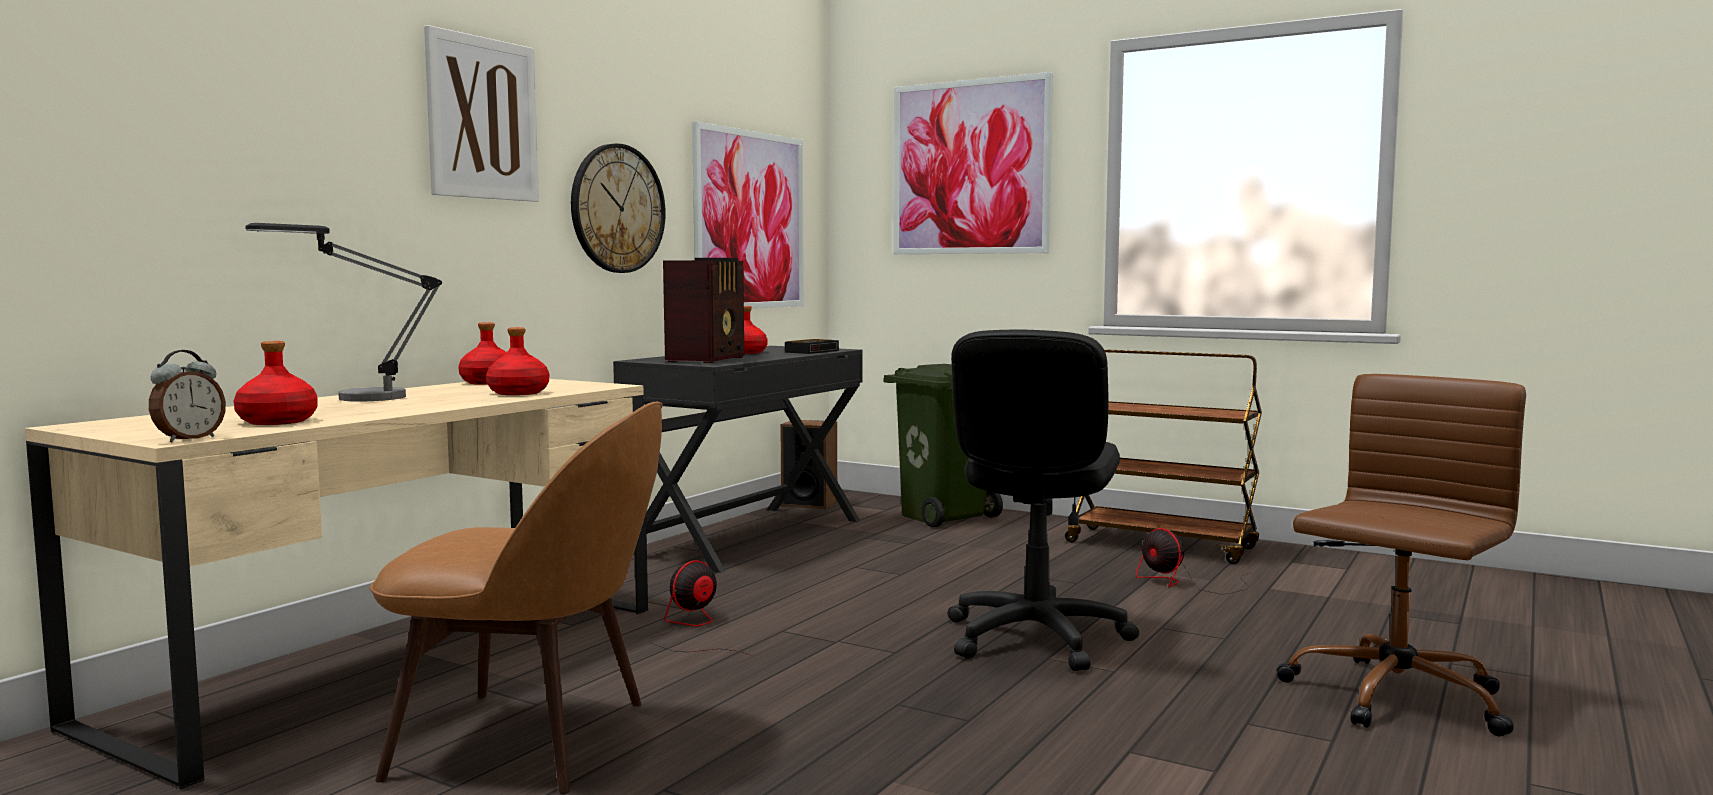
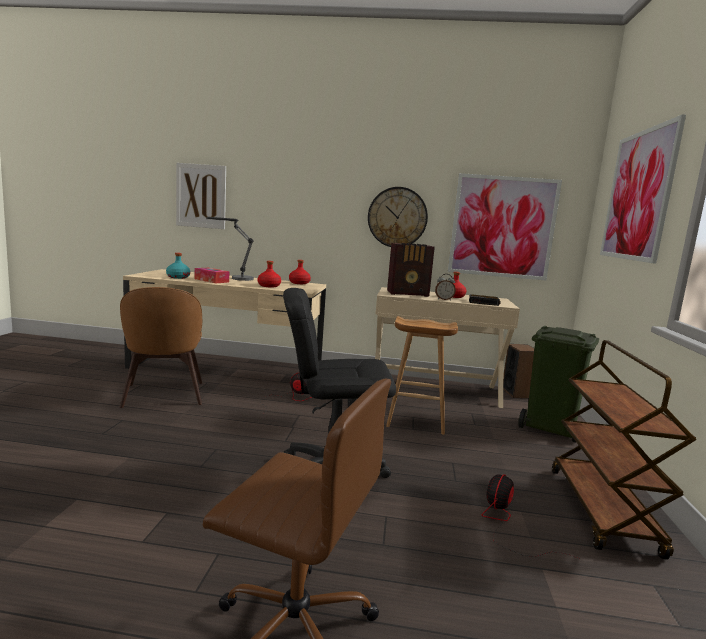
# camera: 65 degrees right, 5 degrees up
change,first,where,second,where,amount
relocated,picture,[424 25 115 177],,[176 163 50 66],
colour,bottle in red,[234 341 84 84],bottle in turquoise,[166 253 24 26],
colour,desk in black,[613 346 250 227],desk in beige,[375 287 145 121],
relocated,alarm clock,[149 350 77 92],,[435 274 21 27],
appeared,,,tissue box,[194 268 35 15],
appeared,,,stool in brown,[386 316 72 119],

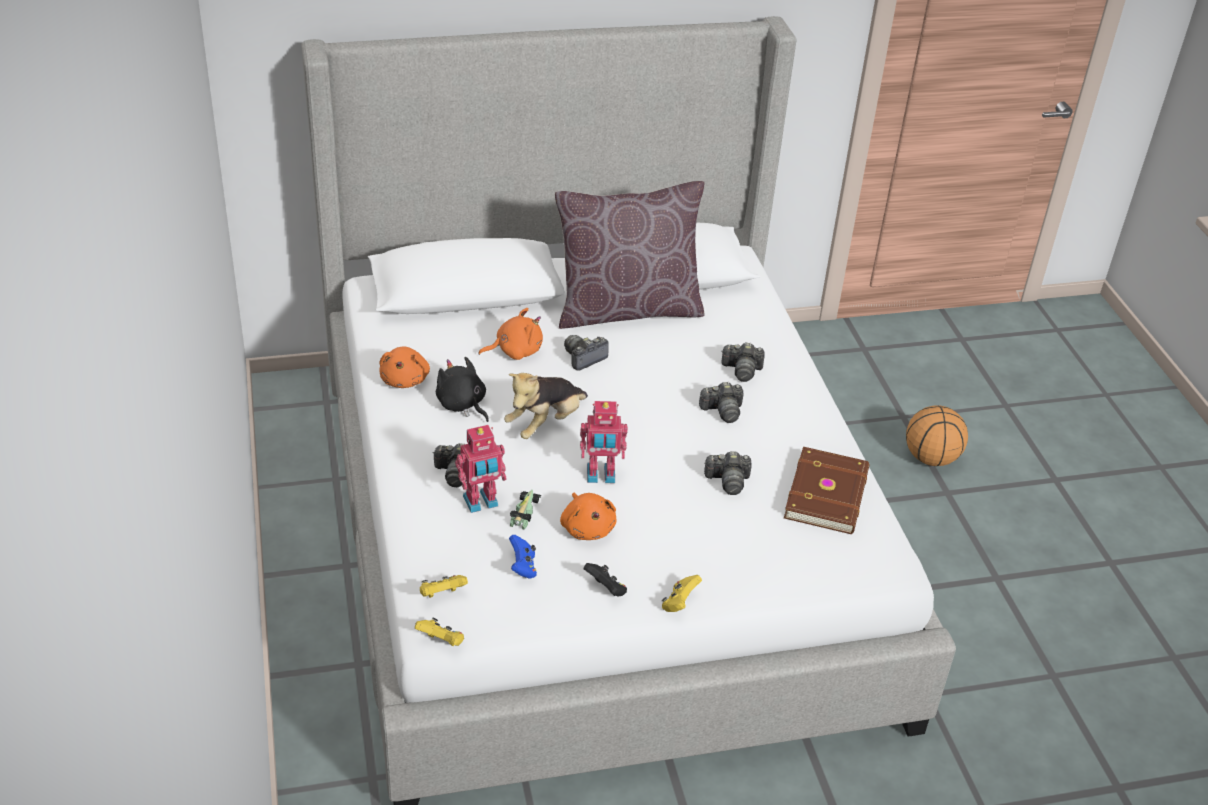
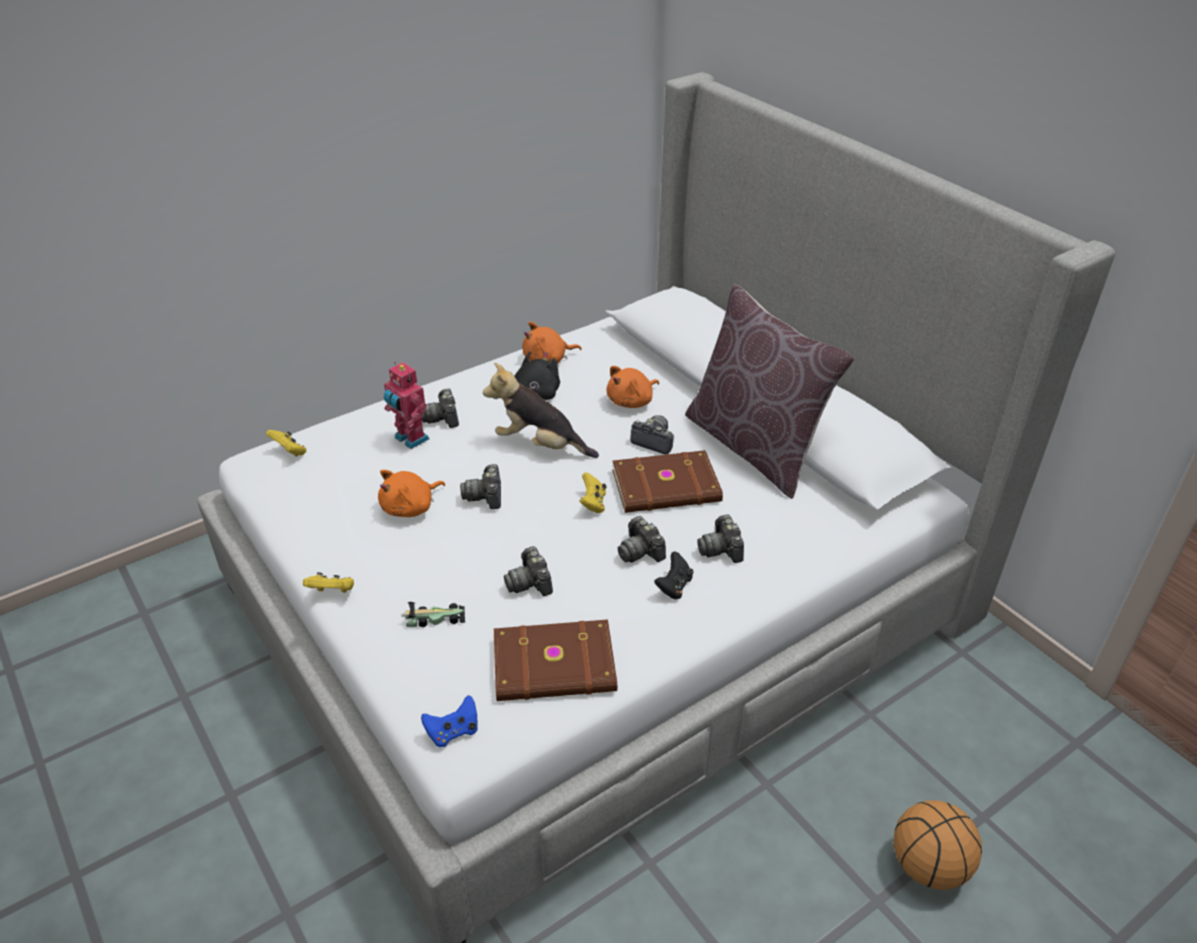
# camera: 70 degrees right, 0 degrees up
change,first,where,second,where,amount
spun,plush toy in orange,[478 308 65 52],,[606 366 53 42],90 degrees clockwise
exchanged,toy robot,[580 401 48 82],photo camera,[460 464 41 45],
relocated,toy car,[510 490 31 40],,[402 602 63 25],
relocated,game controller in blue,[509 535 28 43],,[421 695 57 52],
relocated,game controller in black,[584 563 43 33],,[654 551 40 49],
relocated,game controller in yellow,[415 618 49 28],,[580 473 26 40],
appeared,,,book in brown,[612 450 111 63],

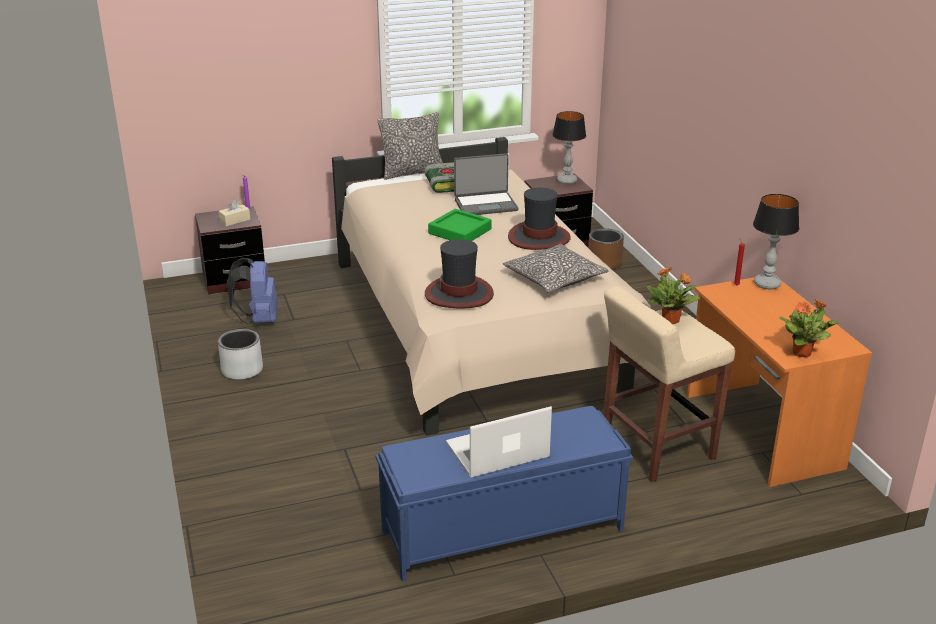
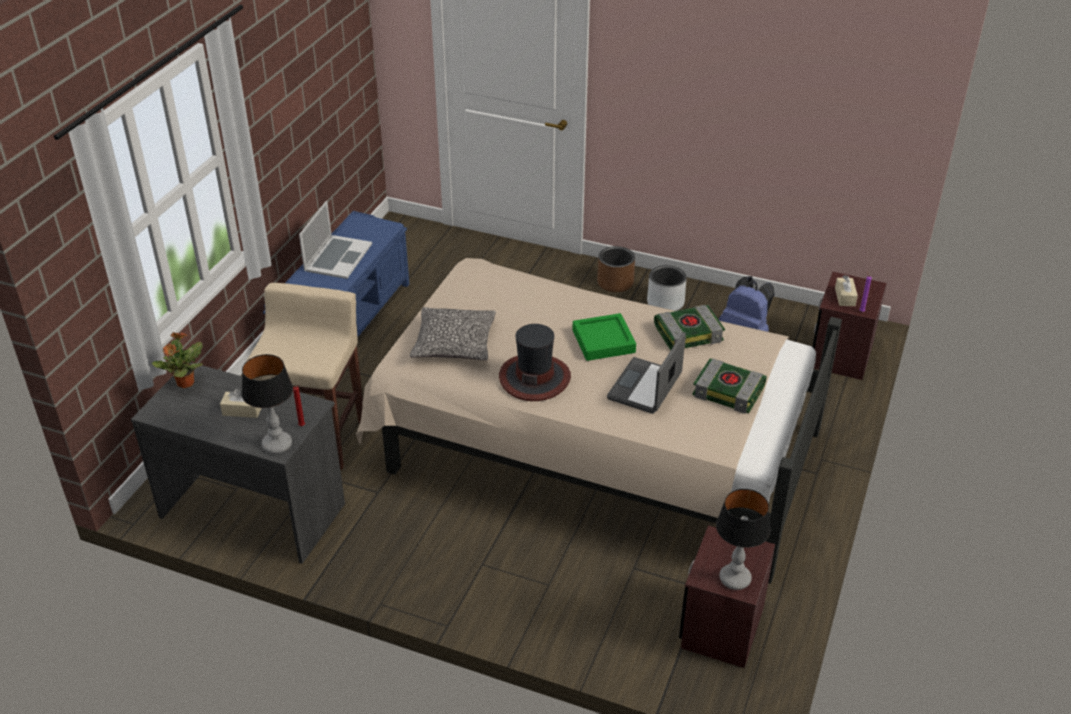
# camera: 130 degrees right, 10 degrees up
change,first,where,second,where,amount
missing,pillow,[378 112 65 68],,,
relocated,planter in brown,[588 228 36 41],,[597 246 38 46],
missing,hat,[425 239 69 69],,,
missing,potted plant,[647 267 53 57],,,
colour,desk in orange,[687 277 185 210],desk in grey,[131 362 214 202],
appeared,,,book,[654 305 71 45],
appeared,,,tissue box in beige,[220 388 41 30],

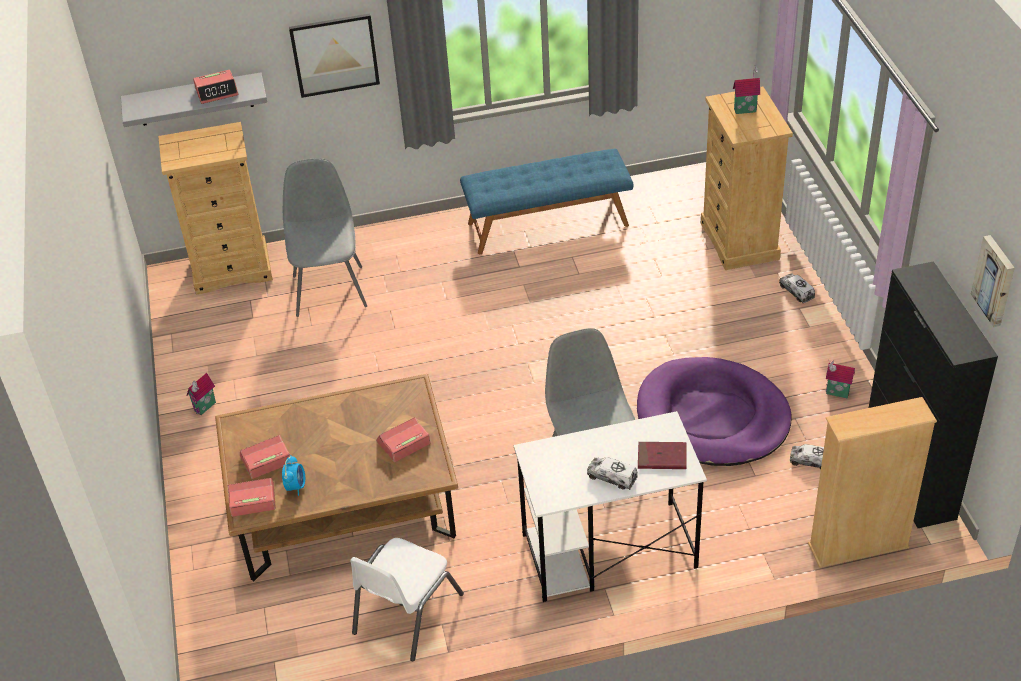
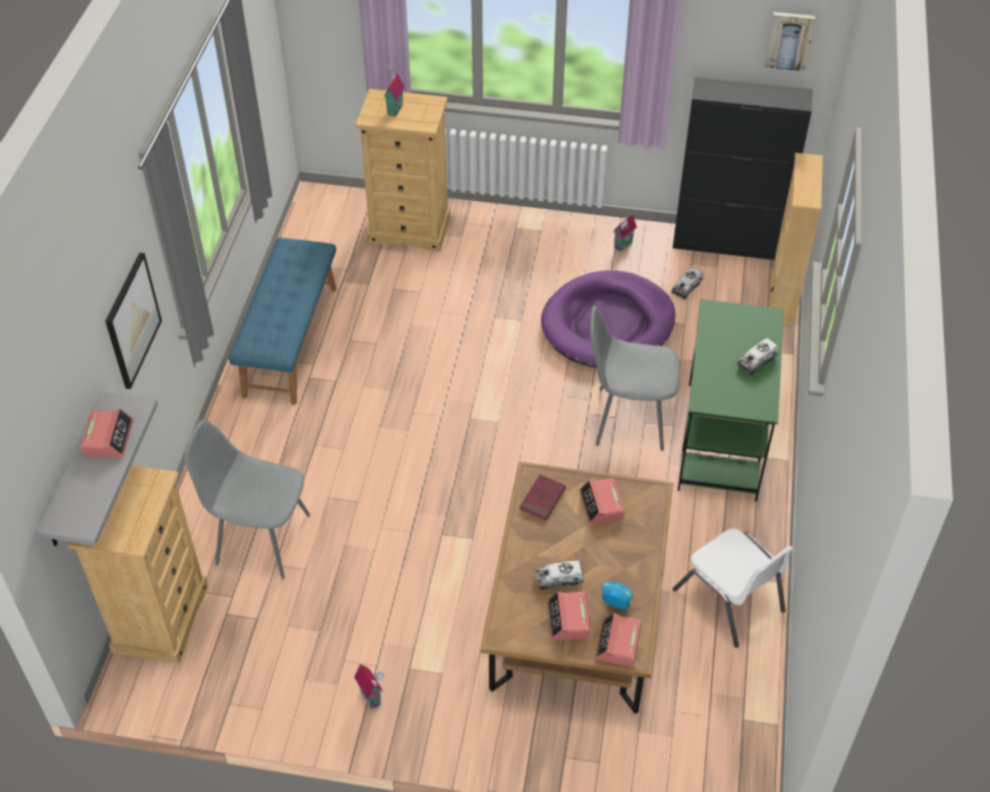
# camera: 70 degrees left, 5 degrees up
change,first,where,second,where,amount
relocated,toy truck,[779 274 36 29],,[535 560 49 30],
colour,desk in white,[514 411 193 191],desk in green,[678 299 106 202],
relocated,book in red,[638 442 48 27],,[519 474 47 46],

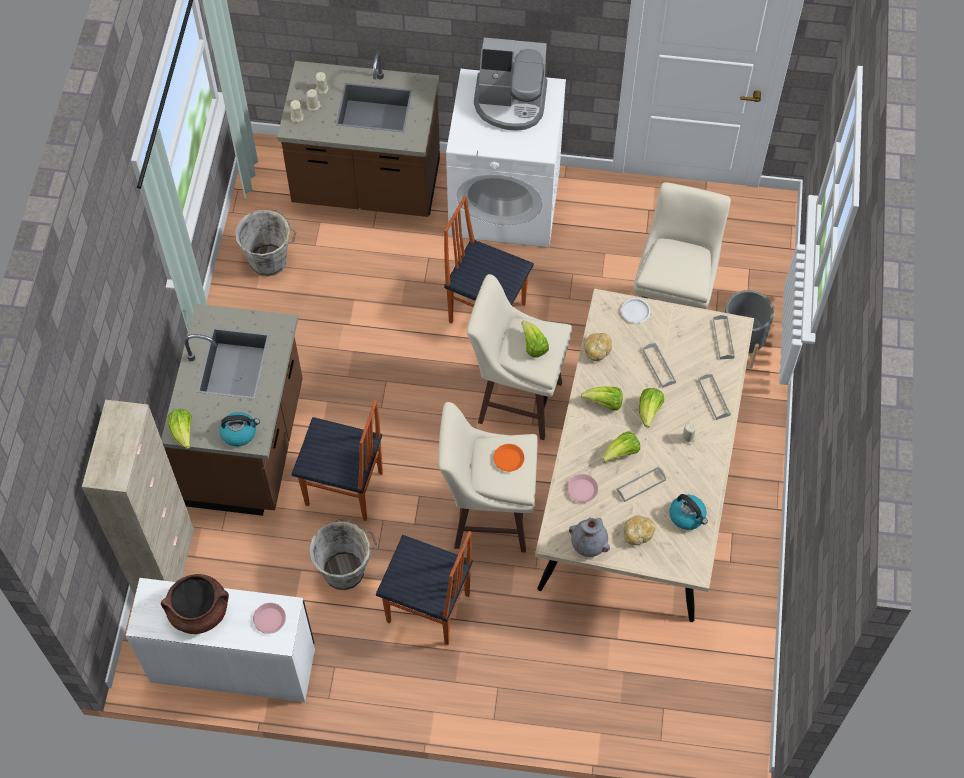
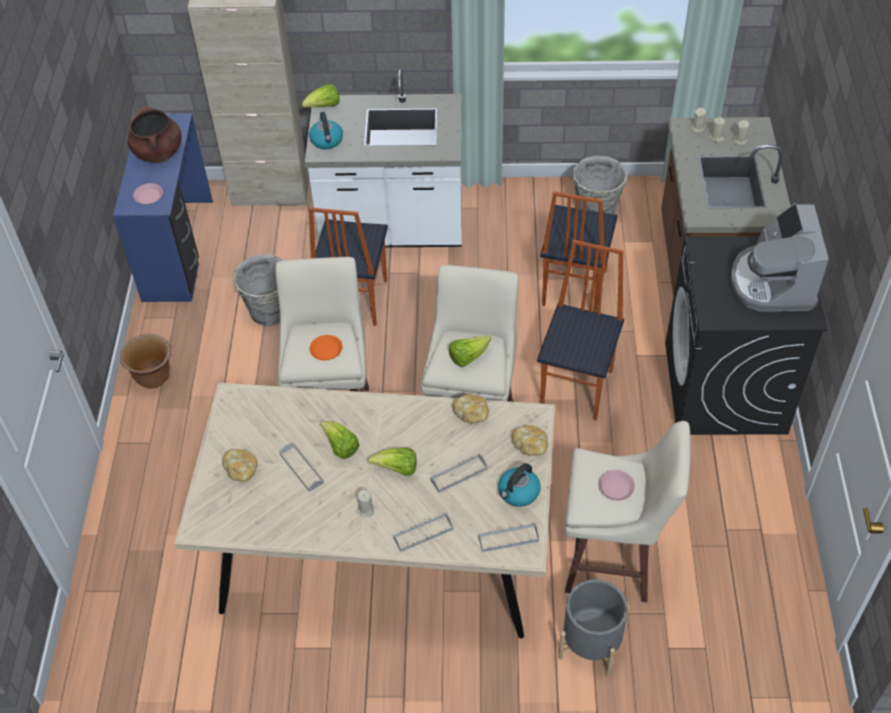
# camera: 85 degrees right, 10 degrees down
change,first,where,second,where,amount
colour,washing machine in white,[446 69 120 178],washing machine in black,[665 236 163 199],
exchanged,plate in white,[621 298 30 25],bread,[512 425 36 31],
colour,counter in brown,[161 304 142 212],counter in white,[305 69 157 178],
missing,lettuce,[581 387 42 24],,,
relocated,plate in pink,[567 474 31 28],,[598 470 37 31],
relocated,kettle,[669 494 39 36],,[498 463 42 44],
missing,vase in grey,[569 517 41 40],,,
relocated,chair,[376 531 97 114],,[540 192 78 120],
colour,desk in white,[125 578 190 124],desk in blue,[113 113 100 189],
appeared,,,planter in brown,[120 334 51 54],

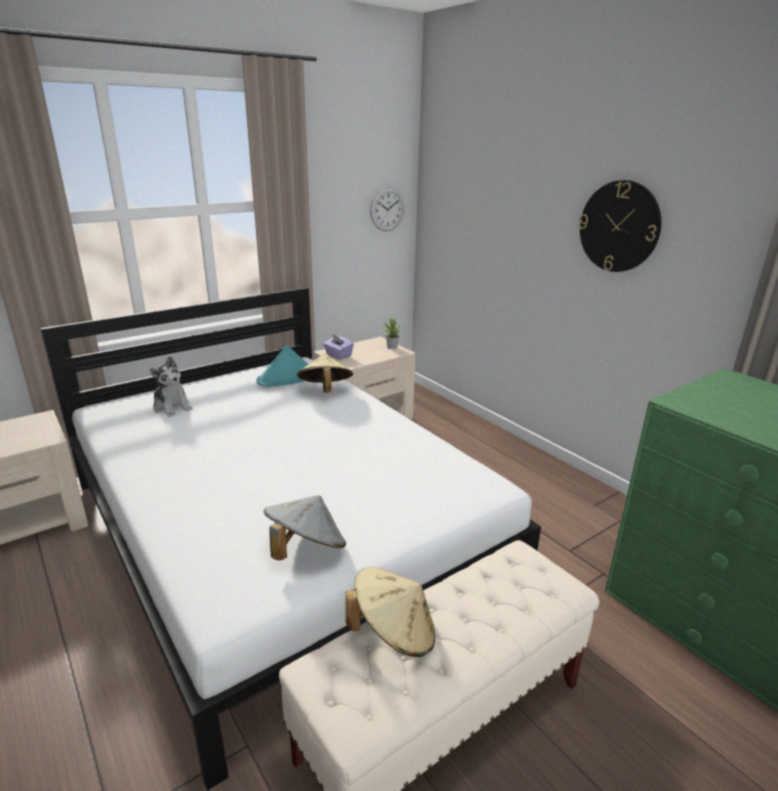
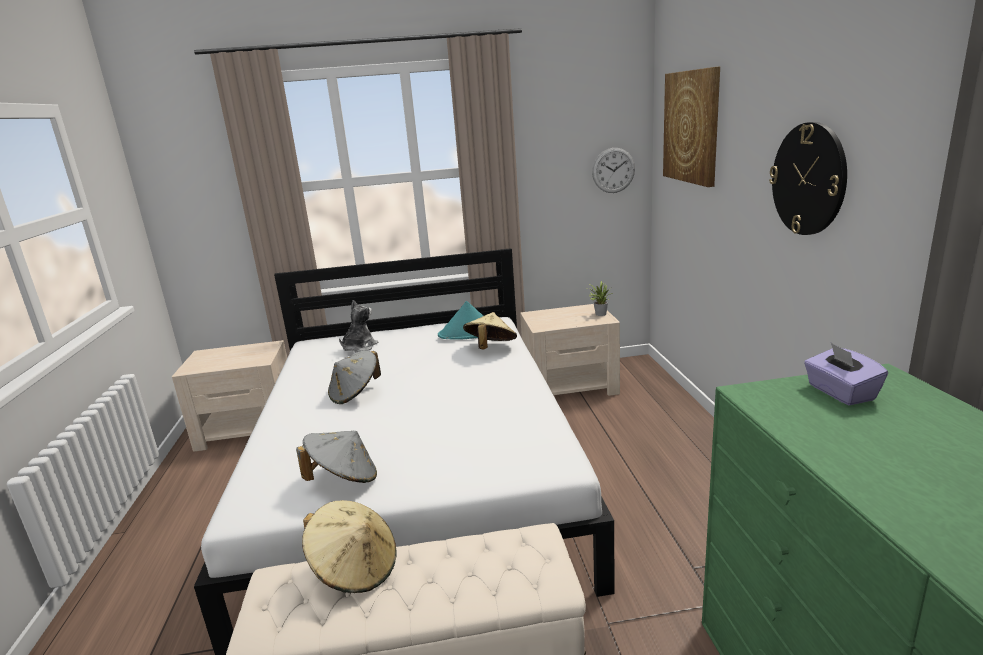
# camera: 30 degrees right, 5 degrees down
change,first,where,second,where,amount
relocated,tissue box in purple,[323 334 31 26],,[804 343 84 62],
spun,plush toy,[150 356 43 61],,[339 300 40 53],135 degrees counterclockwise
appeared,,,picture,[663 67 57 120],
appeared,,,hat in grey,[328 350 53 54],

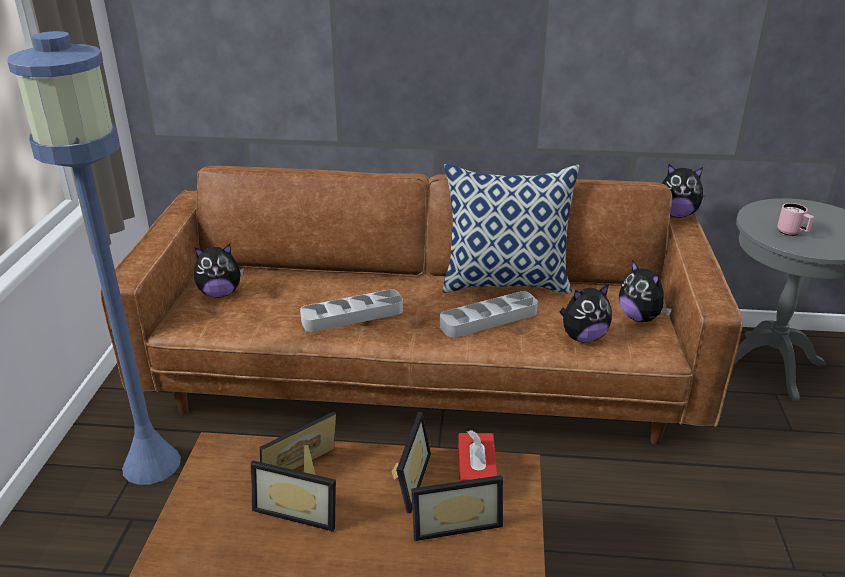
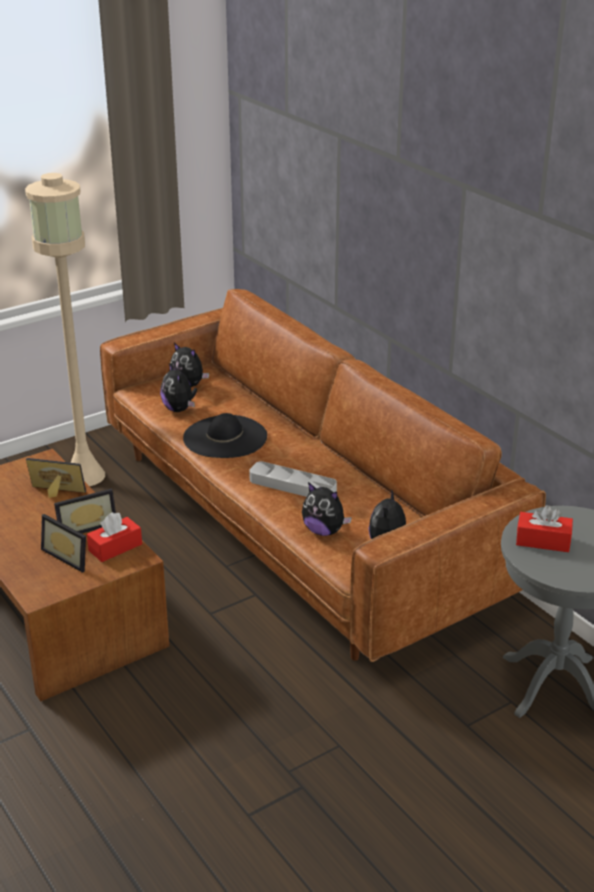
# camera: 50 degrees right, 0 degrees up
change,first,where,second,where,amount
colour,floor lamp in blue,[7 31 174 454],floor lamp in beige,[25 173 80 313],
missing,pillow,[443 164 136 130],,,
relocated,plush toy,[662 164 44 54],,[160 363 37 49],
exchanged,mug in pink,[777 203 37 33],tissue box in red,[516 505 57 47],
exchanged,tray in grey,[300 289 103 43],hat in black,[183 413 84 45],
missing,picture frame,[251 460 85 72],,,

